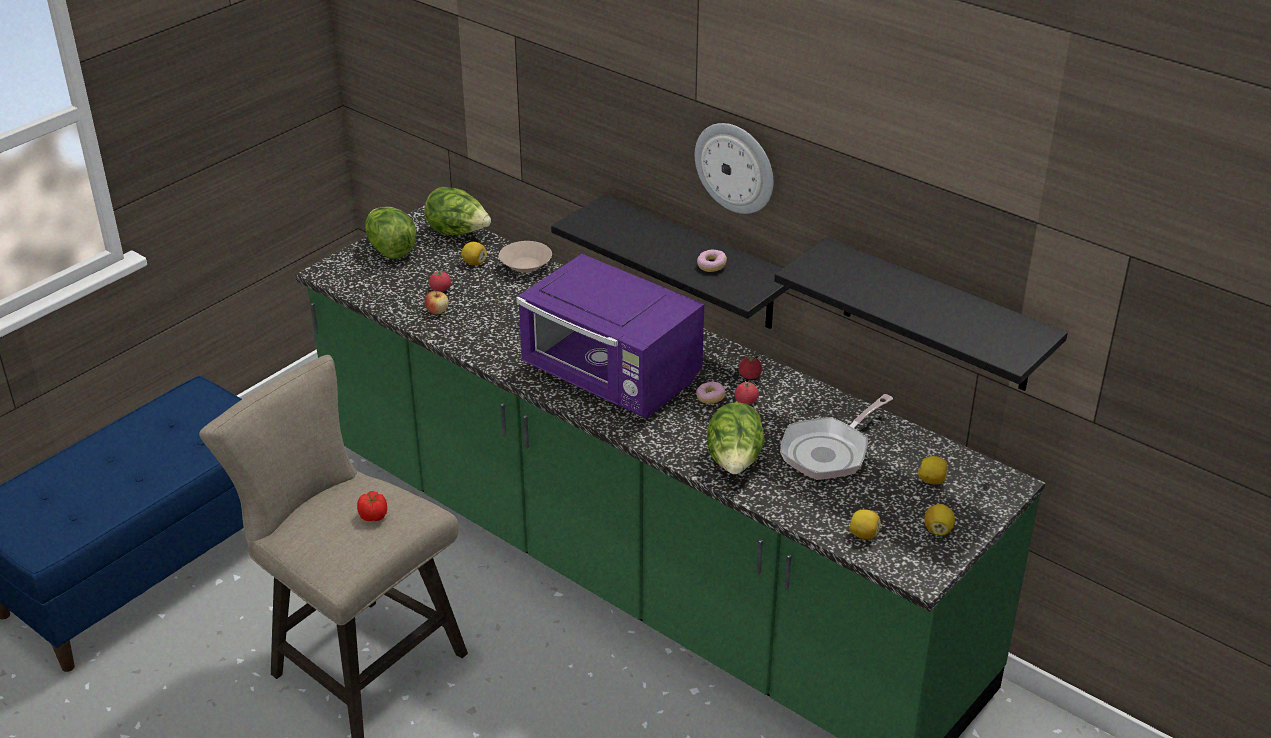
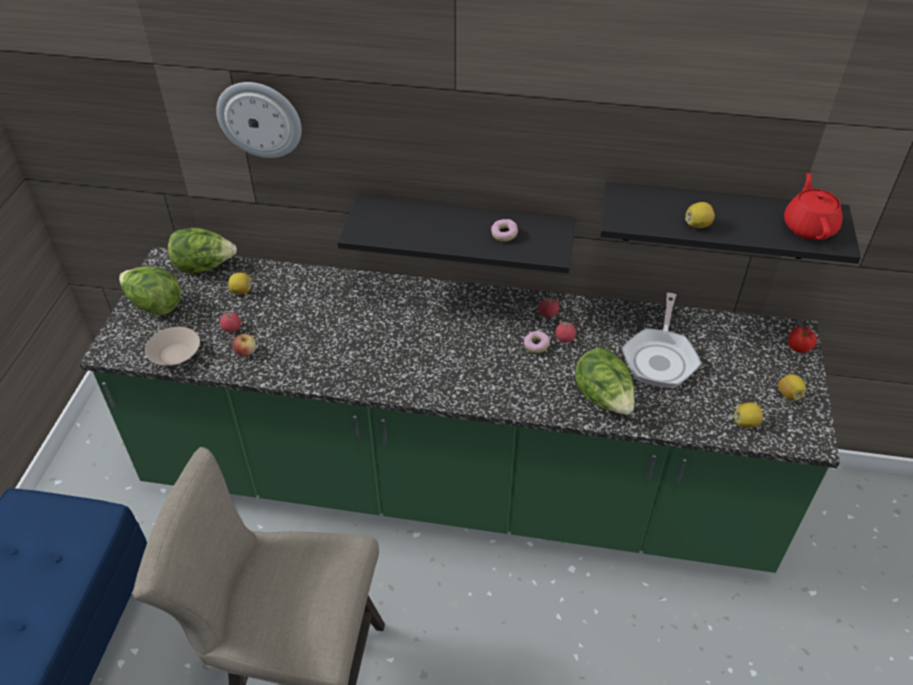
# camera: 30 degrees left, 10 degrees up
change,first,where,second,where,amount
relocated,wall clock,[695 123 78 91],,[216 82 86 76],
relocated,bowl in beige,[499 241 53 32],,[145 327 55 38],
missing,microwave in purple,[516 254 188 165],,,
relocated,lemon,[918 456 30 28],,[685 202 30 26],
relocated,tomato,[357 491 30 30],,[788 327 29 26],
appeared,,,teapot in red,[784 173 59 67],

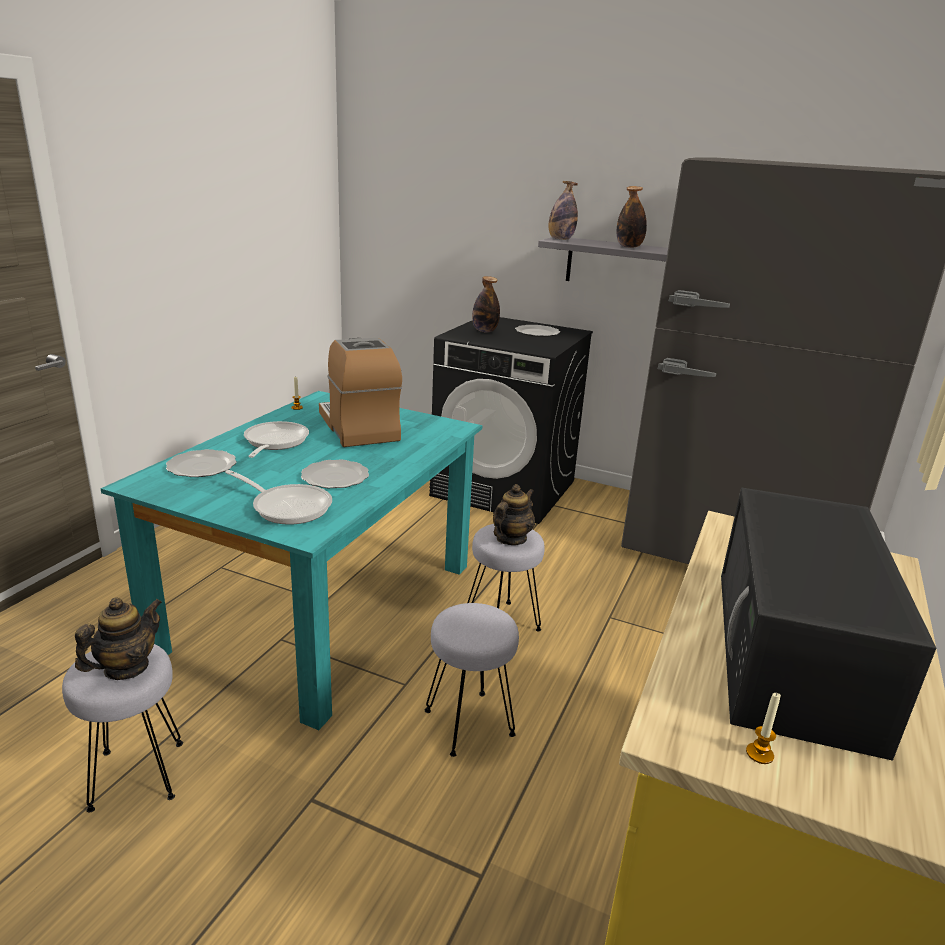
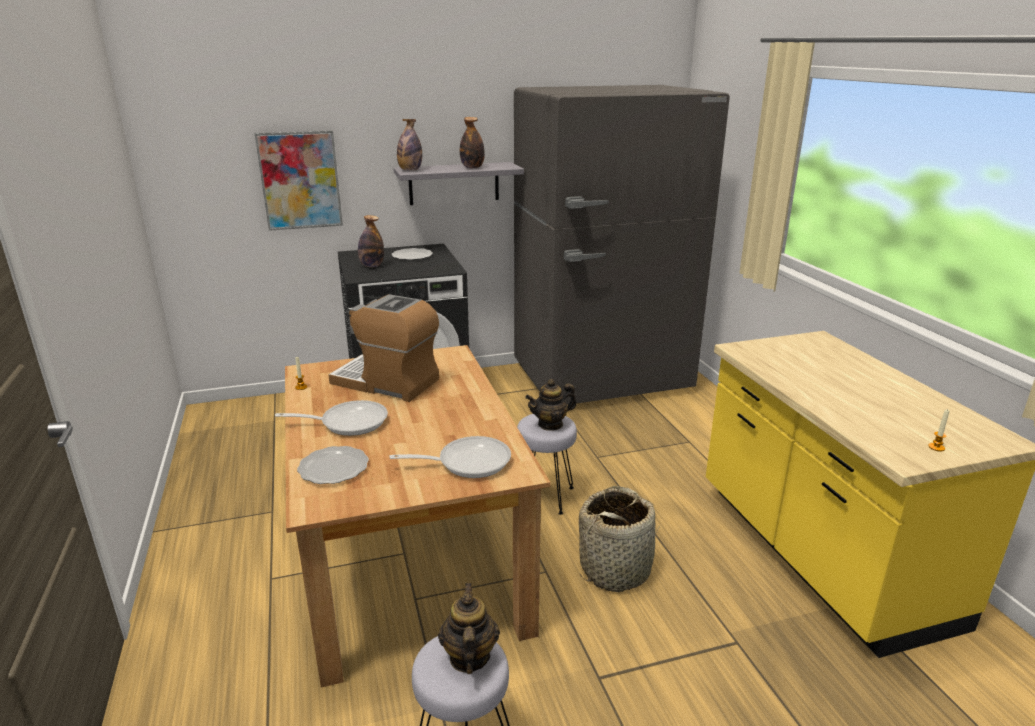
# camera: 40 degrees left, 0 degrees up
change,first,where,second,where,amount
colour,dining table in turquoise,[101 391 382 339],dining table in brown,[285 345 266 343],
spun,frying pan,[244 421 65 37],,[275 400 113 36],120 degrees clockwise
missing,plate,[301 460 68 28],,,
spun,teapot,[493 484 42 61],,[525 379 52 52],105 degrees counterclockwise
missing,microwave in black,[721 488 215 272],,,
exchanged,stool in grey,[425 603 94 154],basket,[579 486 81 106],
appeared,,,picture,[255 131 88 100],

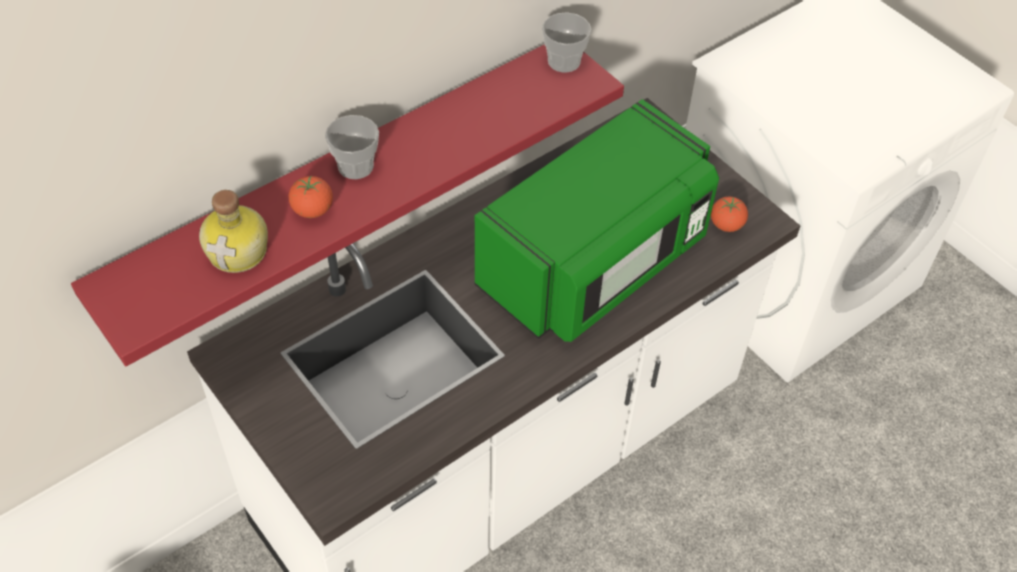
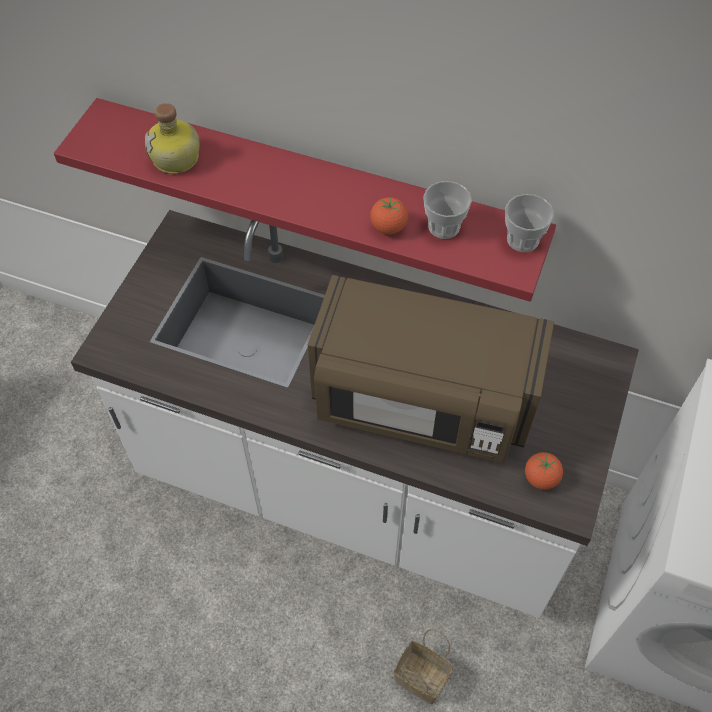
# camera: 60 degrees right, 5 degrees up
change,first,where,second,where,amount
colour,microwave in green,[474 99 245 243],microwave in brown,[308 275 246 188],
relocated,cup,[325 115 54 64],,[423 181 49 58],
relocated,tomato,[289 176 44 42],,[370 197 38 37],
appeared,,,basket,[394 629 59 75],

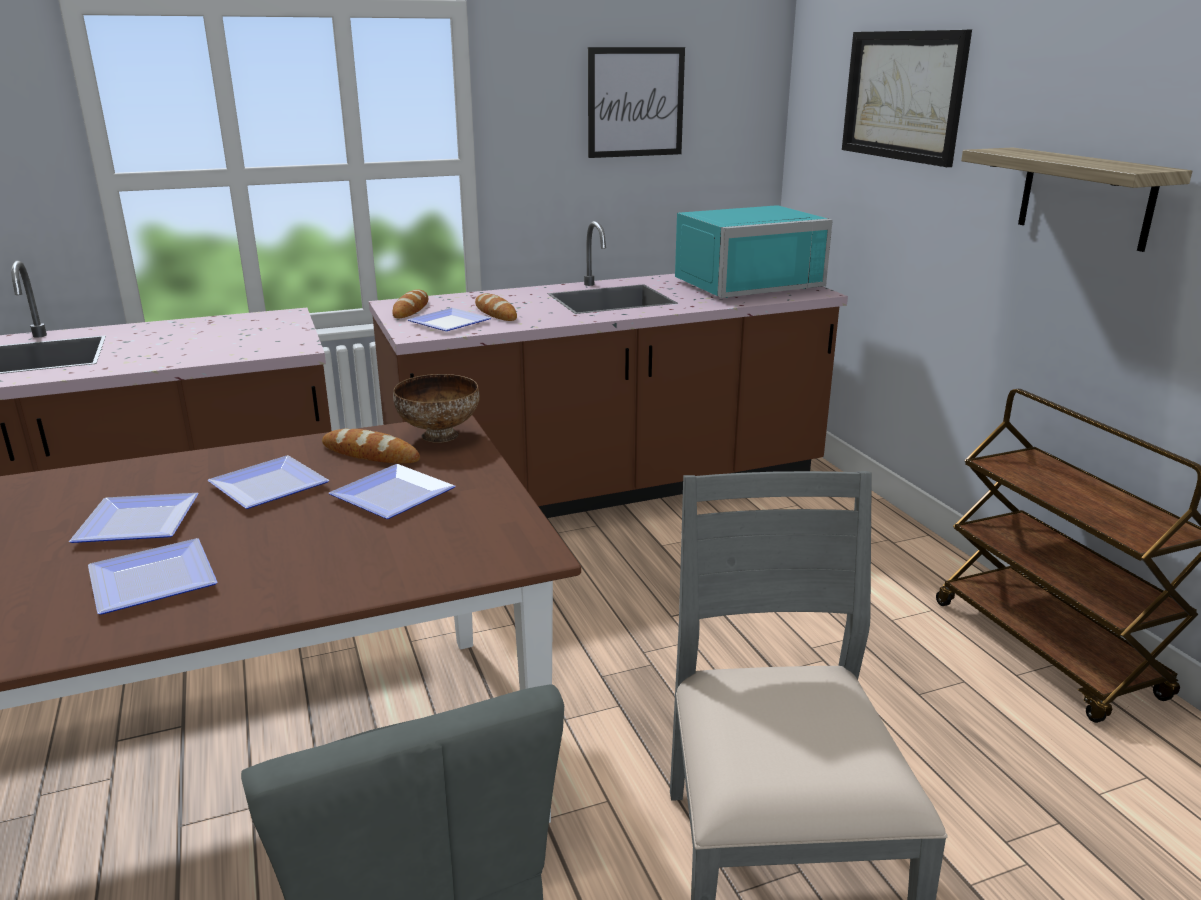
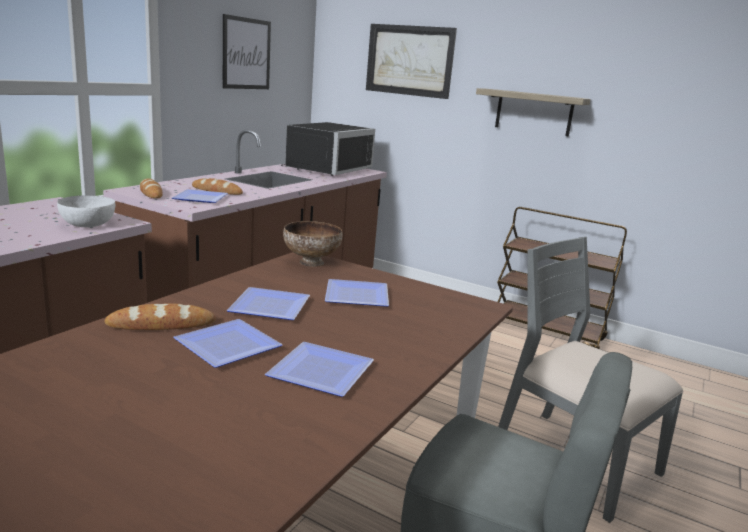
# camera: 40 degrees left, 5 degrees down
change,first,where,second,where,amount
colour,microwave in turquoise,[675 205 158 93],microwave in black,[281 122 94 54],
relocated,bread,[322 429 98 34],,[104 303 112 27],
appeared,,,bowl in white,[57 195 58 32],

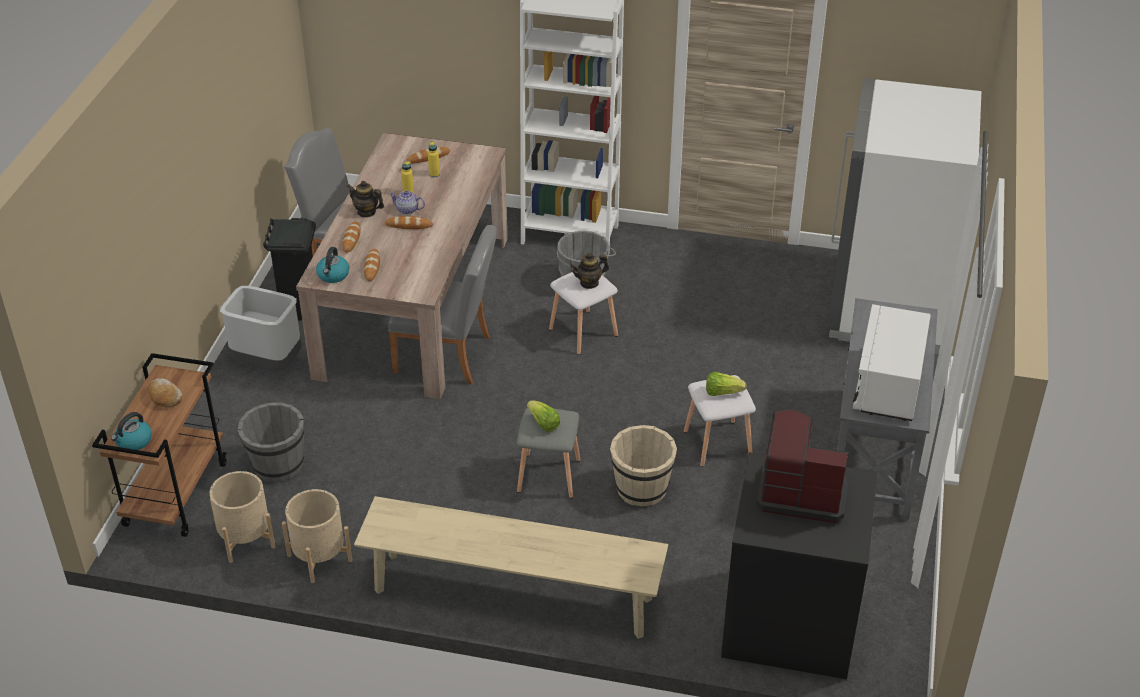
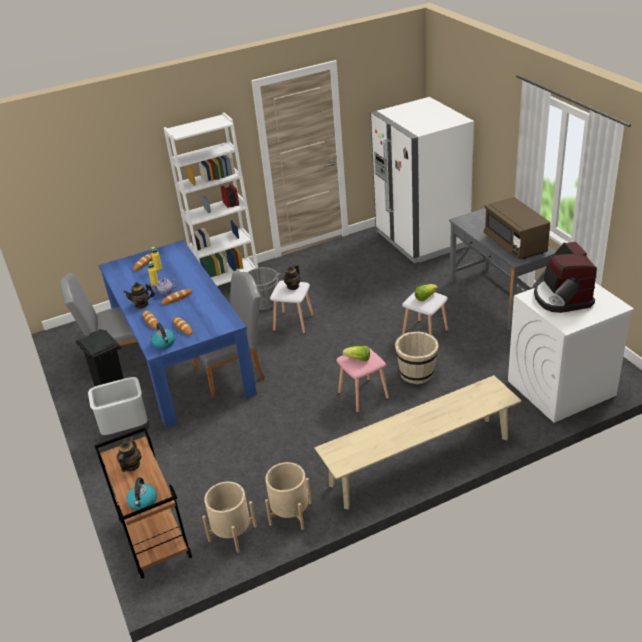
# camera: 35 degrees left, 5 degrees down
change,first,where,second,where,amount
colour,dining table in beige,[296 133 212 266],dining table in blue,[99 240 158 188],
colour,microwave in white,[853 304 78 117],microwave in brown,[483 197 67 63],
exchanged,bread,[148 378 34 29],teapot,[117 436 24 36],
missing,bucket in grey,[238 402 66 80],,,
colour,stool in grey,[517 408 64 91],stool in pink,[336 346 53 67],
spun,coffee machine,[756 409 93 114],,[534 242 63 71],75 degrees counterclockwise
colour,washing machine in black,[721 452 157 227],washing machine in white,[508 283 126 140],

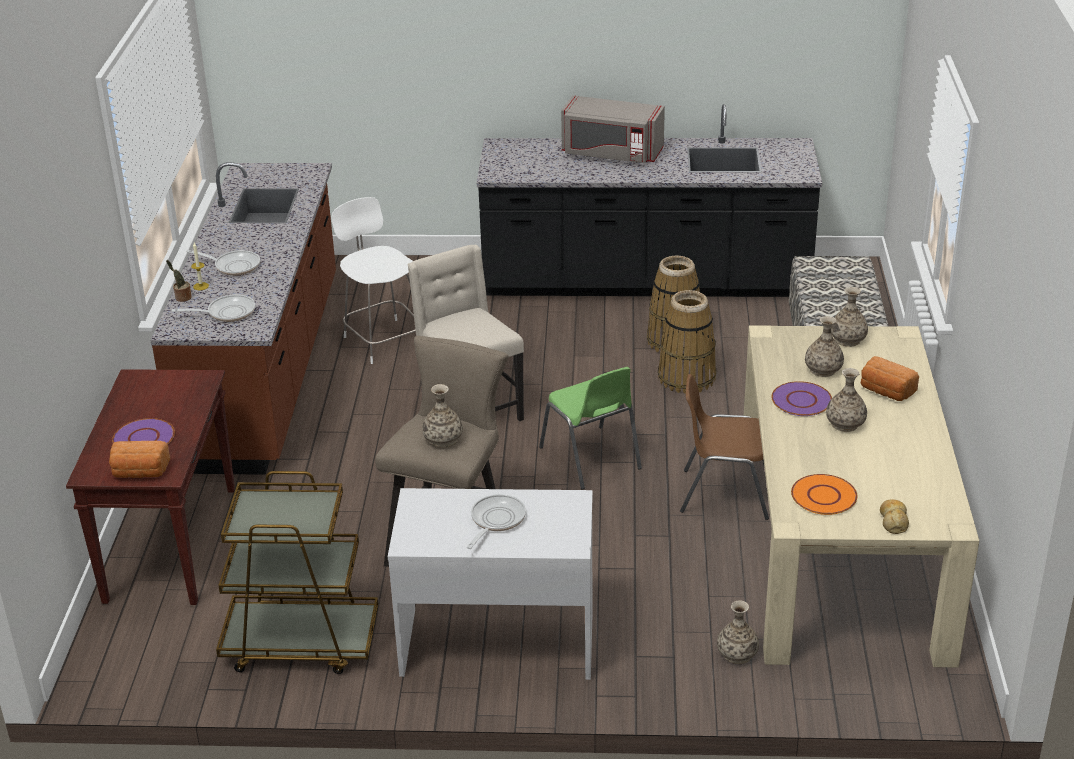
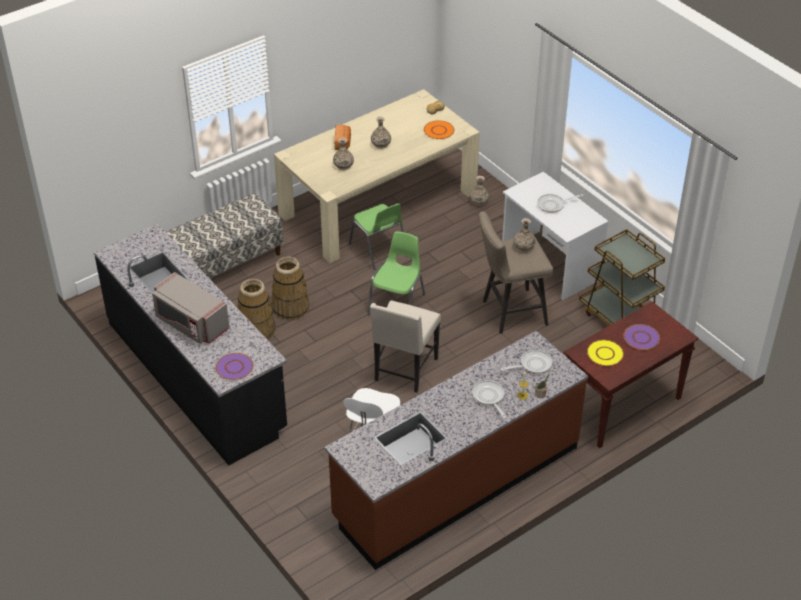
# camera: 130 degrees left, 10 degrees up
change,first,where,second,where,amount
spun,microwave in grey,[561 95 104 68],,[152 272 77 72],150 degrees clockwise
missing,vase,[831 287 37 60],,,
spun,frying pan,[172 294 83 28],,[501 350 51 24],120 degrees clockwise
colour,chair in brown,[680 374 89 146],chair in green,[349 203 55 67],
relocated,plate in purple,[771 381 61 35],,[216 353 37 27],
missing,bread,[109 441 62 37],,,
appeared,,,plate in yellow,[587 340 37 26],

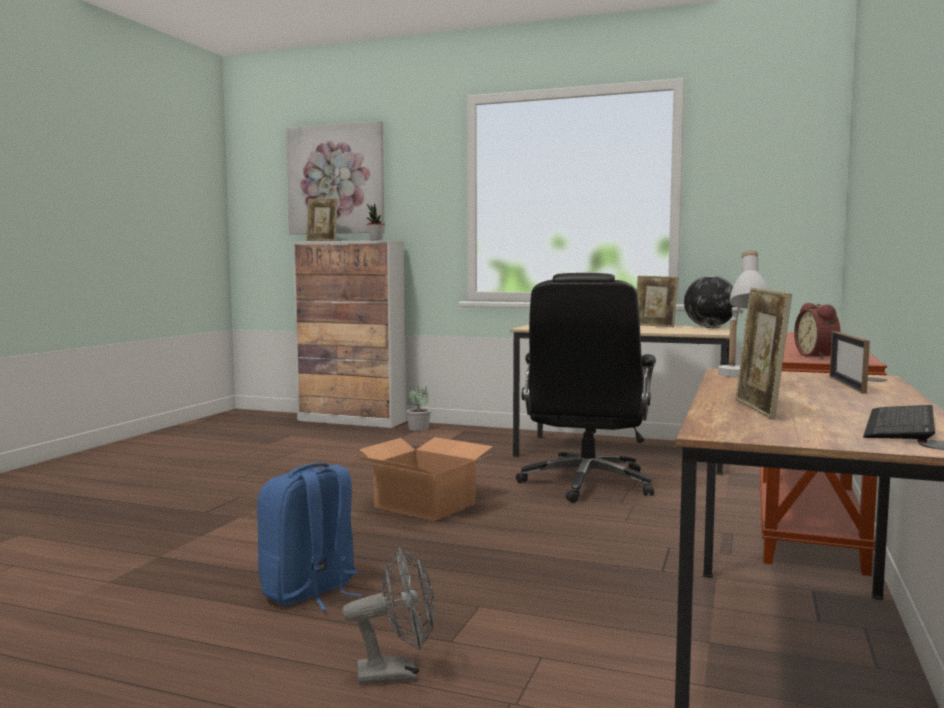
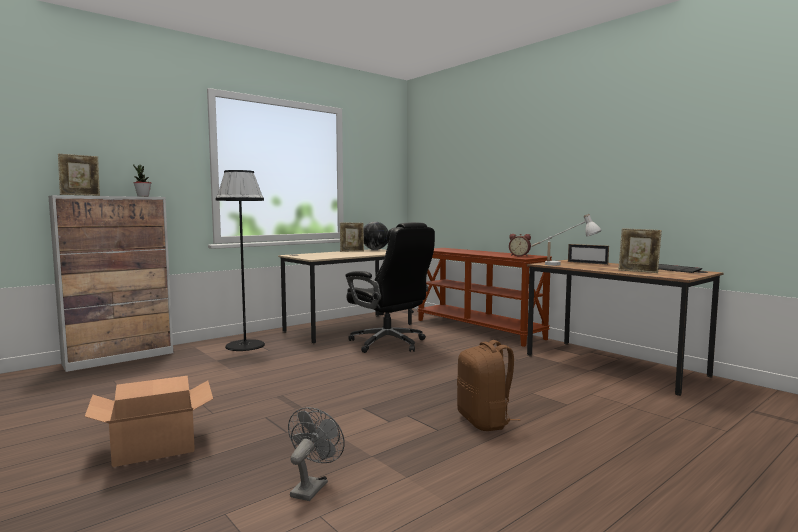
# camera: 60 degrees left, 0 degrees up
change,first,where,second,where,amount
missing,picture,[286 121 99 113],,,
missing,potted plant,[407 386 24 45],,,
relocated,cardboard box,[353 437 140 84],,[85 376 128 91],
colour,backpack in blue,[257 463 105 148],backpack in brown,[457 340 63 91],
relocated,fan in grey,[342 547 93 138],,[288 407 57 94],
appeared,,,floor lamp in black,[216 170 49 181],

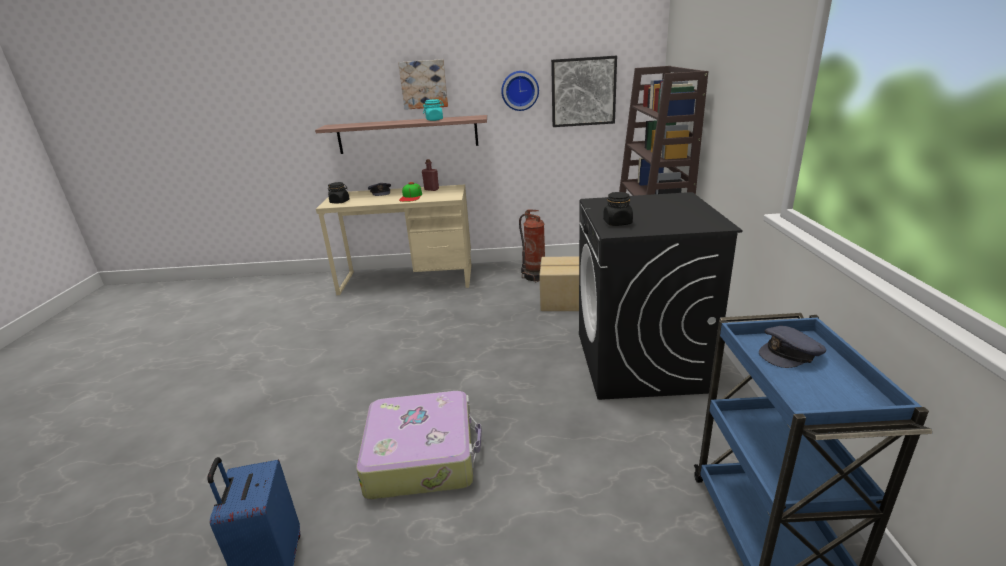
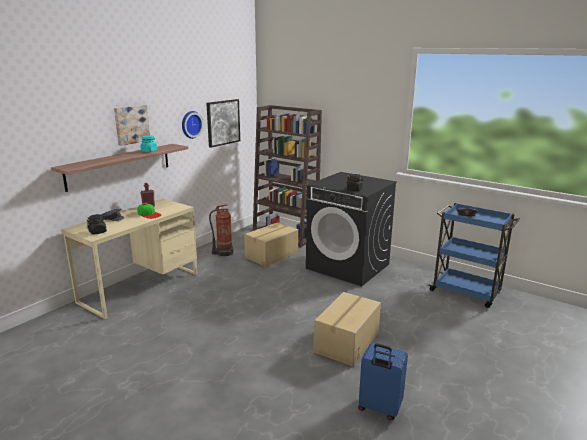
# camera: 55 degrees left, 5 degrees down
change,first,where,second,where,amount
exchanged,suitcase,[356 391 126 109],cardboard box,[313 292 68 75],

